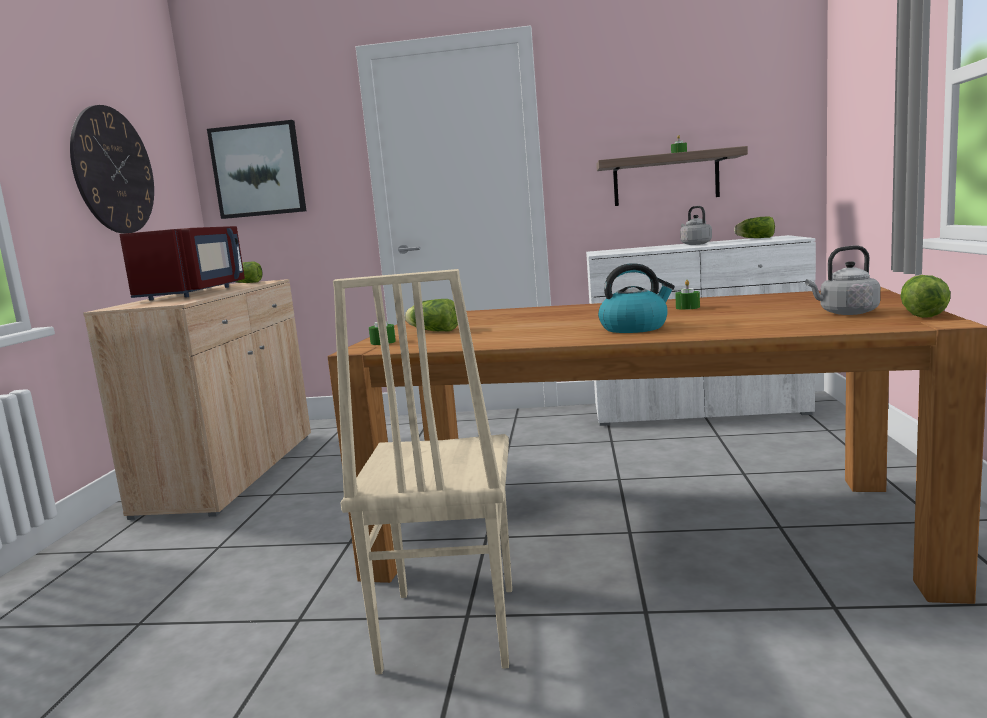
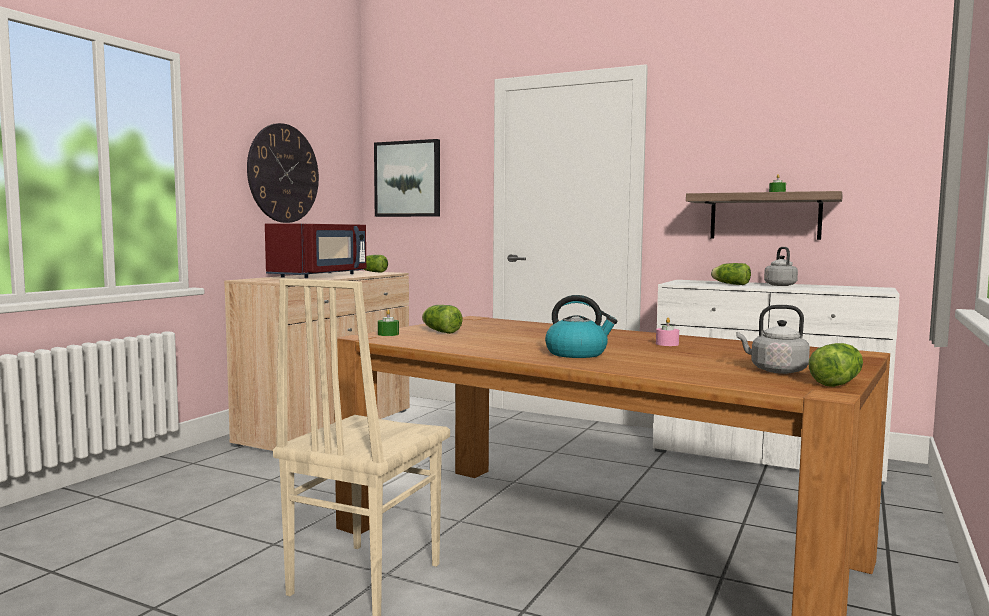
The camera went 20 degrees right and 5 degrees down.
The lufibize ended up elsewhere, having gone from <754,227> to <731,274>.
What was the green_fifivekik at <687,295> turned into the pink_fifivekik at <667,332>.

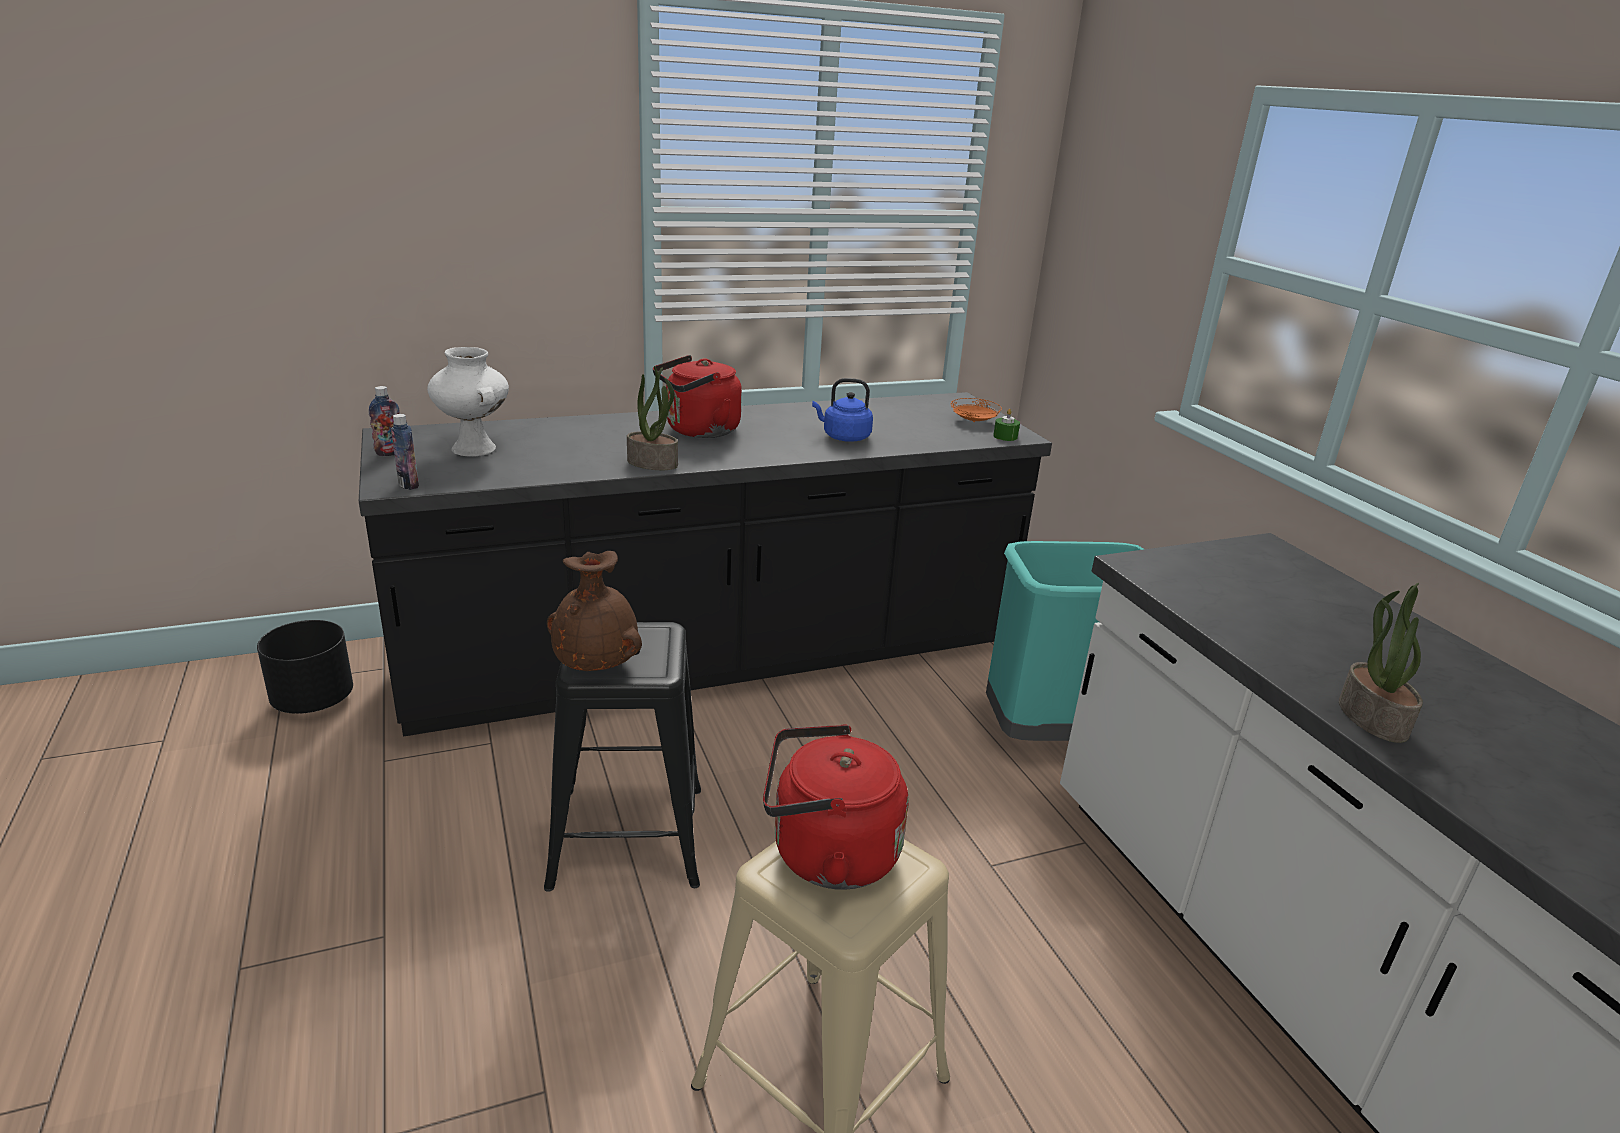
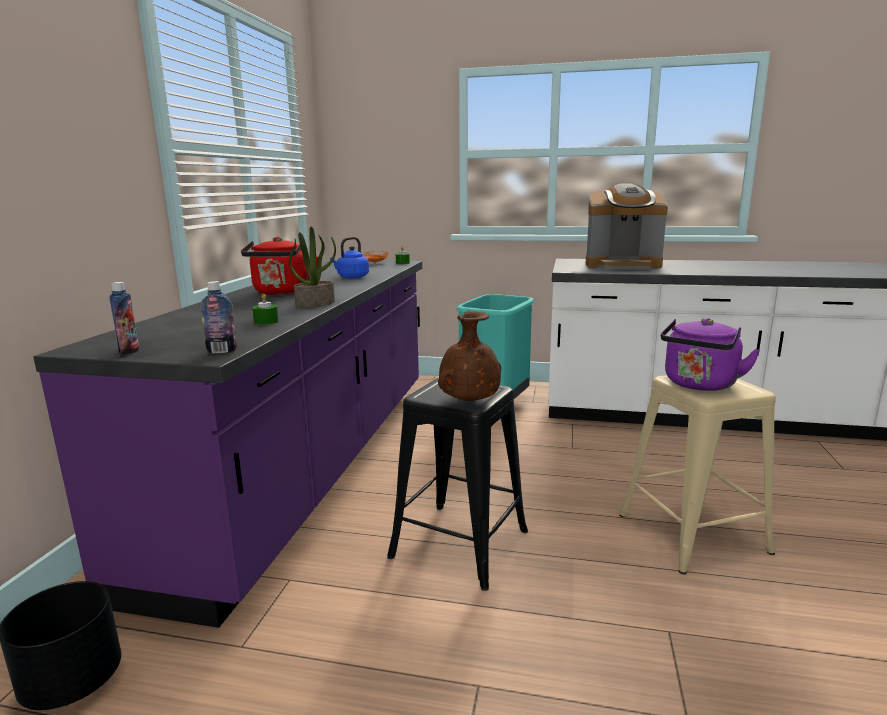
The camera went 55 degrees left and 10 degrees down.
The second view lost the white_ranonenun at <468,402>.
What was the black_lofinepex at <705,564> turned into the purple_lofinepex at <227,444>.
The second view lost the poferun at <1381,663>.
What was the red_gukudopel at <836,807> turned into the purple_gukudopel at <710,354>.
The second view gained the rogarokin at <627,226>.
The second view gained the green_fifivekik at <265,309>.

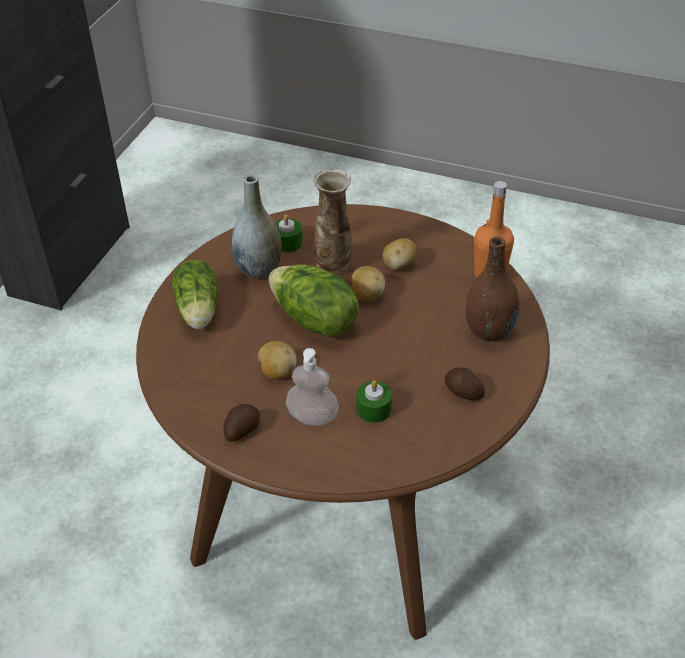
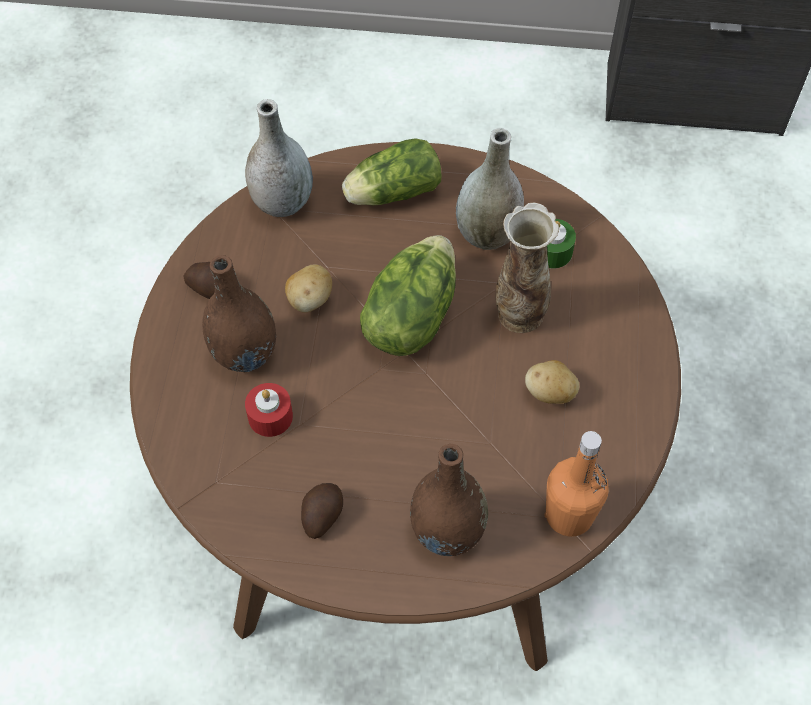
The camera went 75 degrees right and 15 degrees up.
The second view lost the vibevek at <368,283>.
Where the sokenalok stood at <312,387>, the brown_ranonenun came to stand at <239,313>.
What was the green_fifivekik at <374,401> turned into the red_fifivekik at <269,410>.
The second view gained the grey_ranonenun at <279,158>.

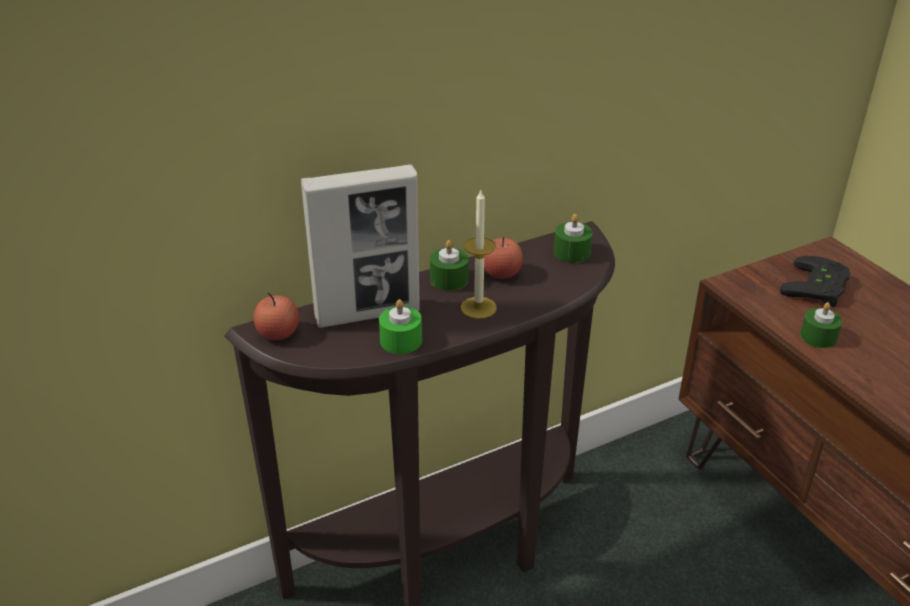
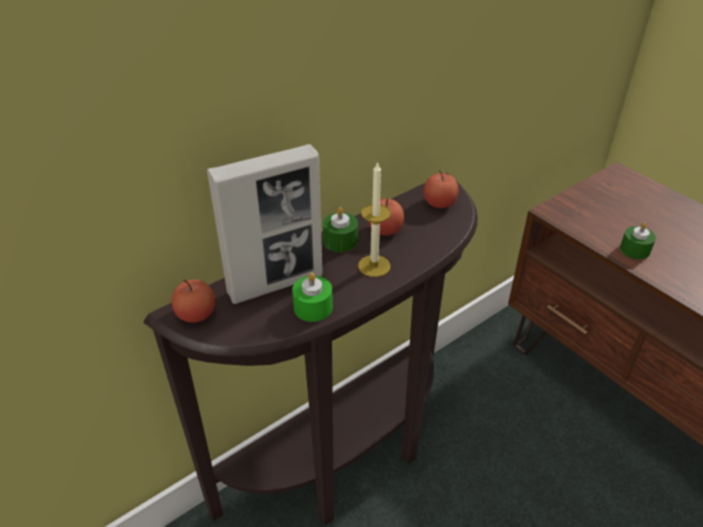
The camera went 10 degrees left and 5 degrees up.
Where the green_fifivekik stood at <573,238>, the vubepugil came to stand at <441,189>.
The second view lost the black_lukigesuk at <815,281>.

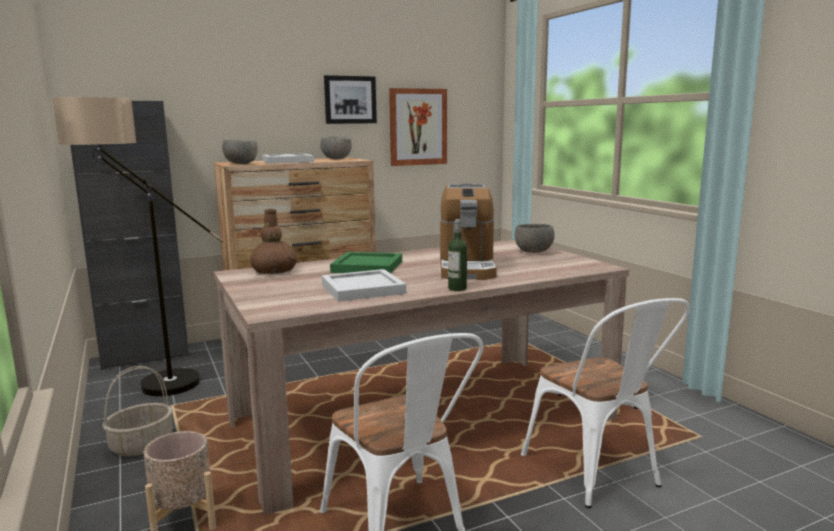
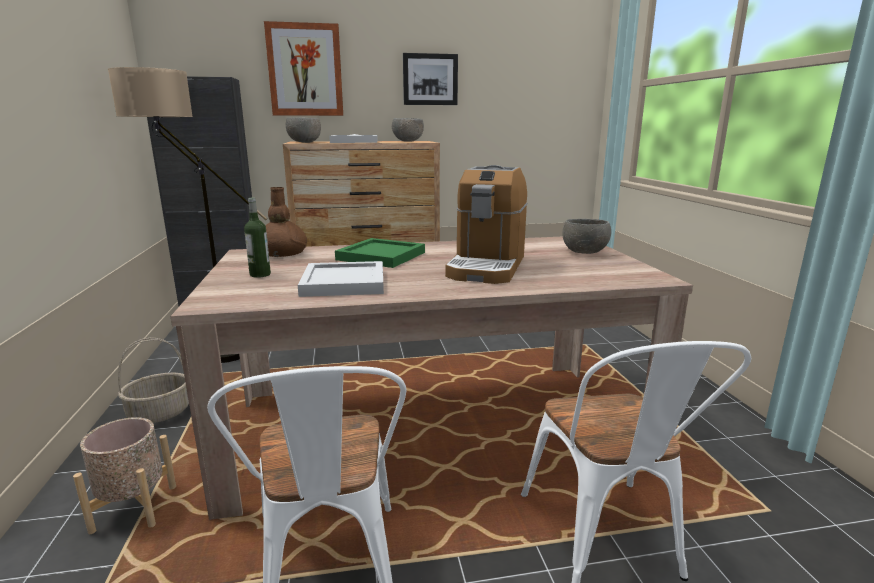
The camera went 15 degrees right and 5 degrees up.
The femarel ended up elsewhere, having gone from <418,127> to <303,68>.
The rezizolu ended up elsewhere, having gone from <457,255> to <257,238>.

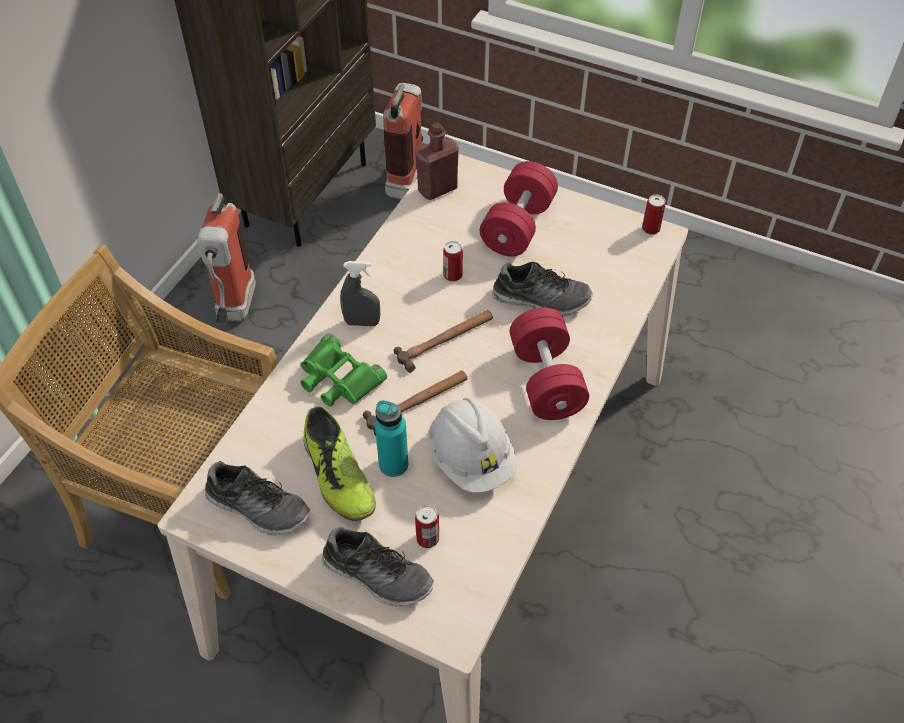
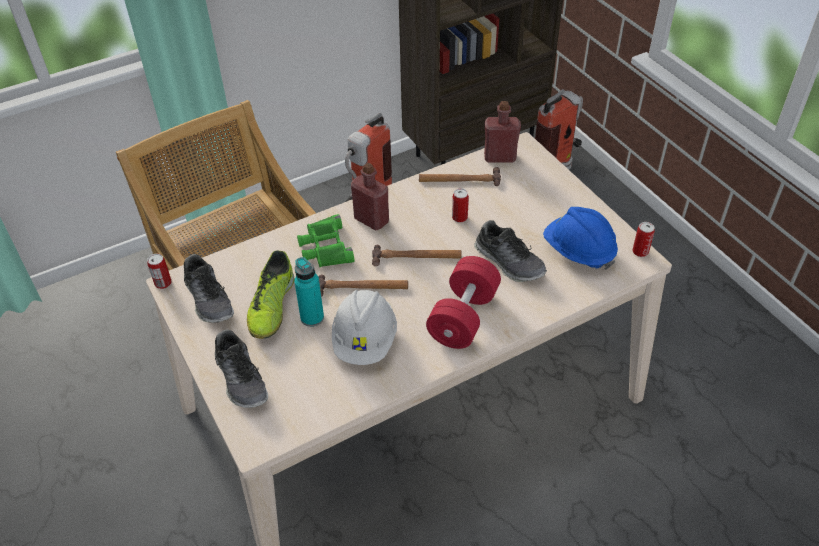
The camera went 35 degrees right and 5 degrees down.
The second view lost the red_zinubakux at <519,209>.
Where the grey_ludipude stood at <360,294>, the red_rezizolu came to stand at <370,196>.
The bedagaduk ended up elsewhere, having gone from <427,526> to <159,271>.
The second view gained the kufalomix at <460,176>.
The second view gained the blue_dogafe at <580,238>.

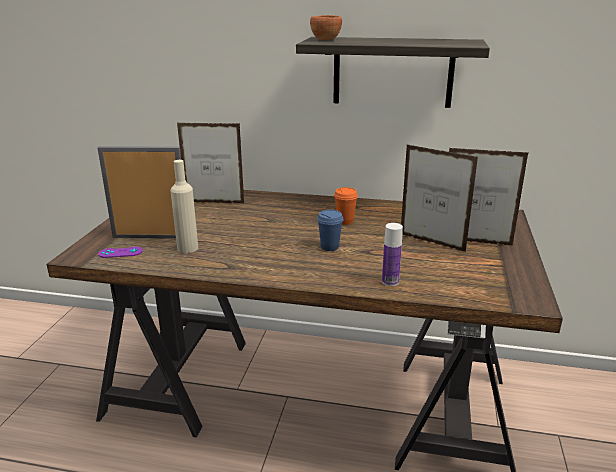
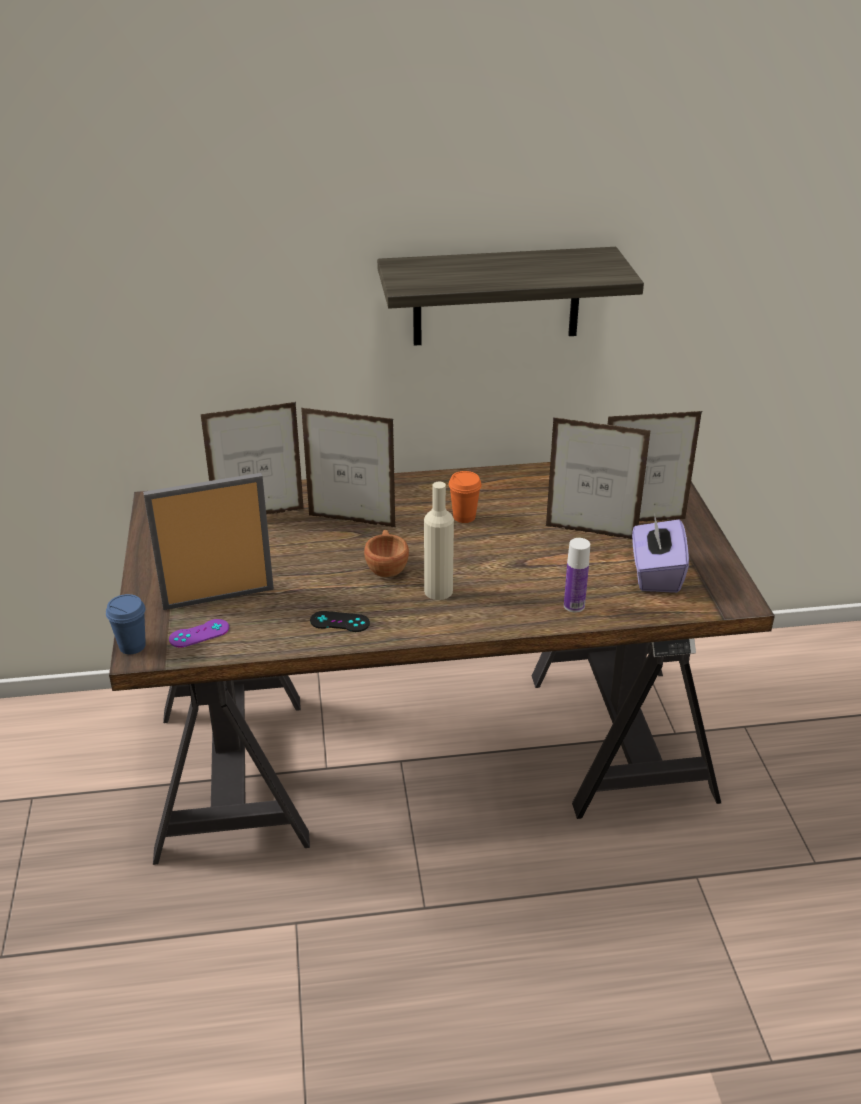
The camera went 20 degrees left and 10 degrees up.
The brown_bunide ended up elsewhere, having gone from <326,27> to <386,553>.
The beige_rezizolu ended up elsewhere, having gone from <184,206> to <439,541>.
The blue_bunide ended up elsewhere, having gone from <330,230> to <126,624>.
The second view gained the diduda at <348,468>.
The second view gained the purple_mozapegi at <660,554>.
The second view gained the black_lukigesuk at <340,621>.

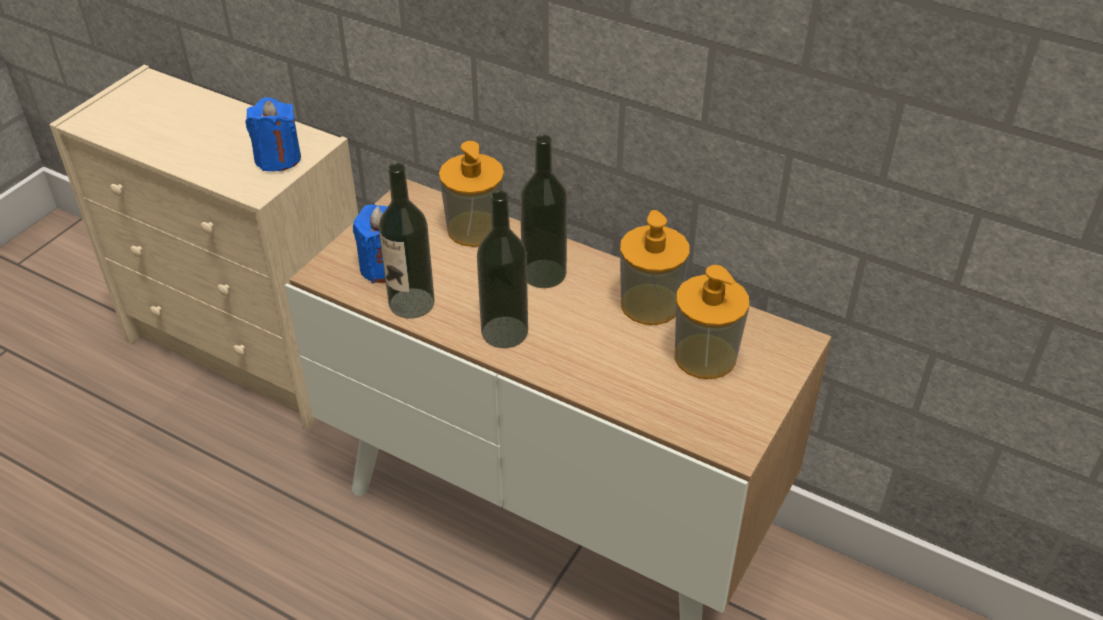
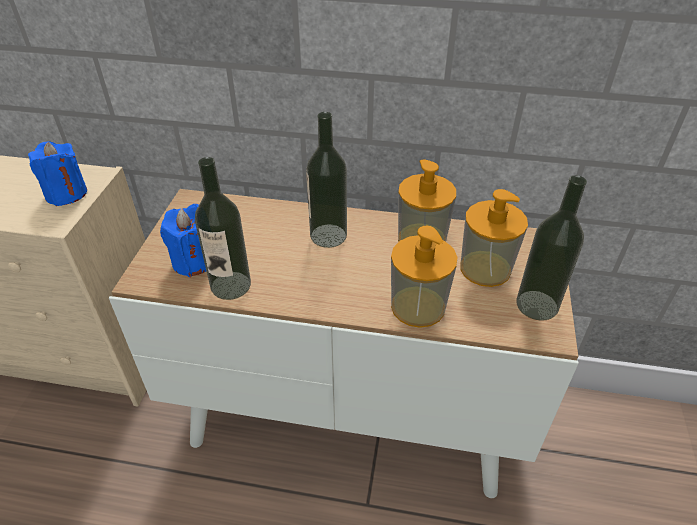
The camera went 20 degrees left and 0 degrees up.
The sokenalok ended up elsewhere, having gone from <471,194> to <424,277>.
The rezizolu ended up elsewhere, having gone from <502,269> to <551,248>.

